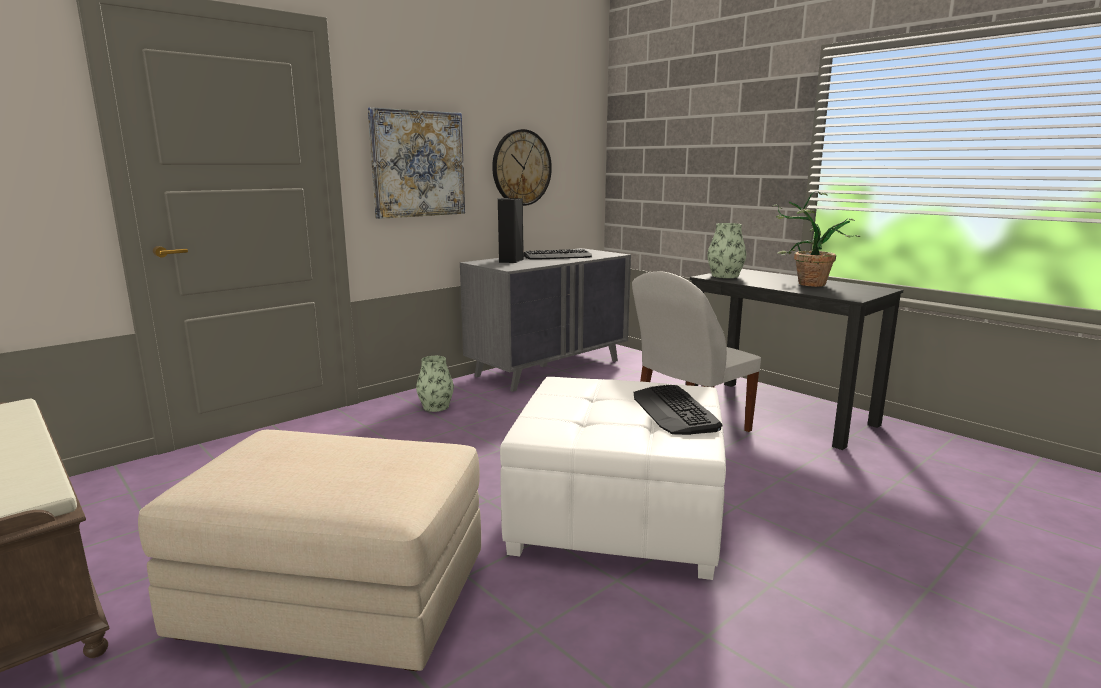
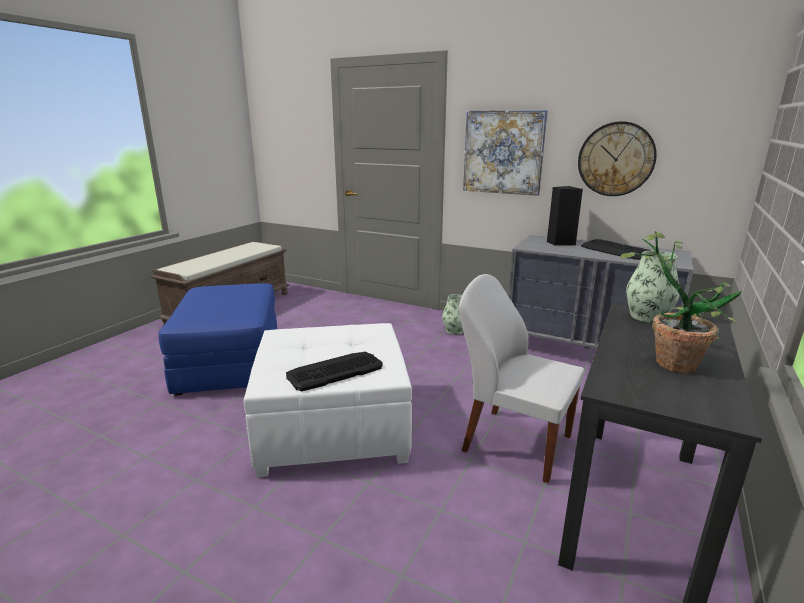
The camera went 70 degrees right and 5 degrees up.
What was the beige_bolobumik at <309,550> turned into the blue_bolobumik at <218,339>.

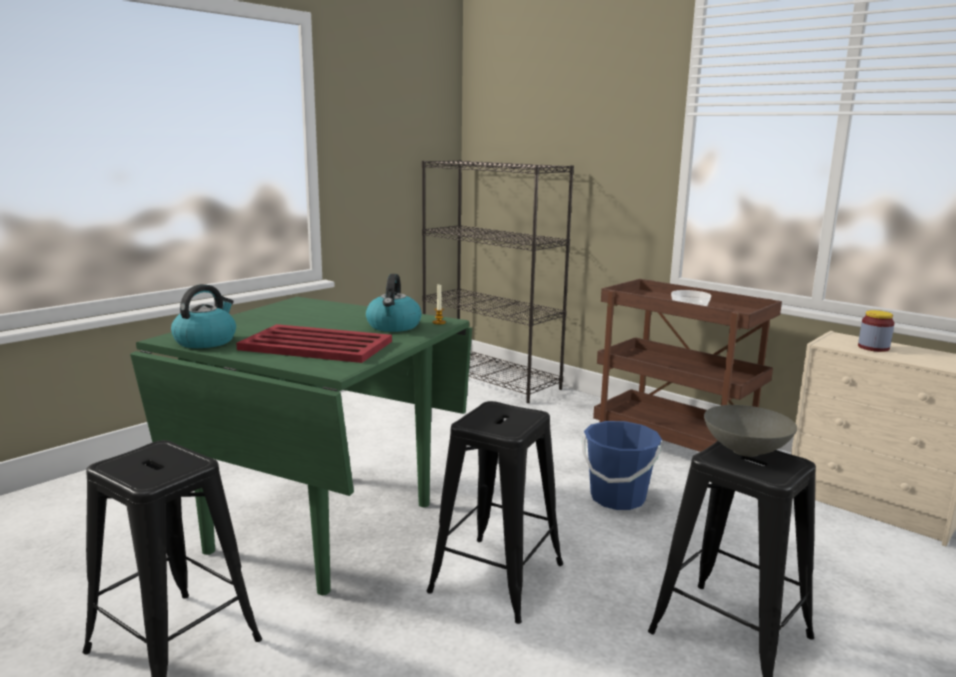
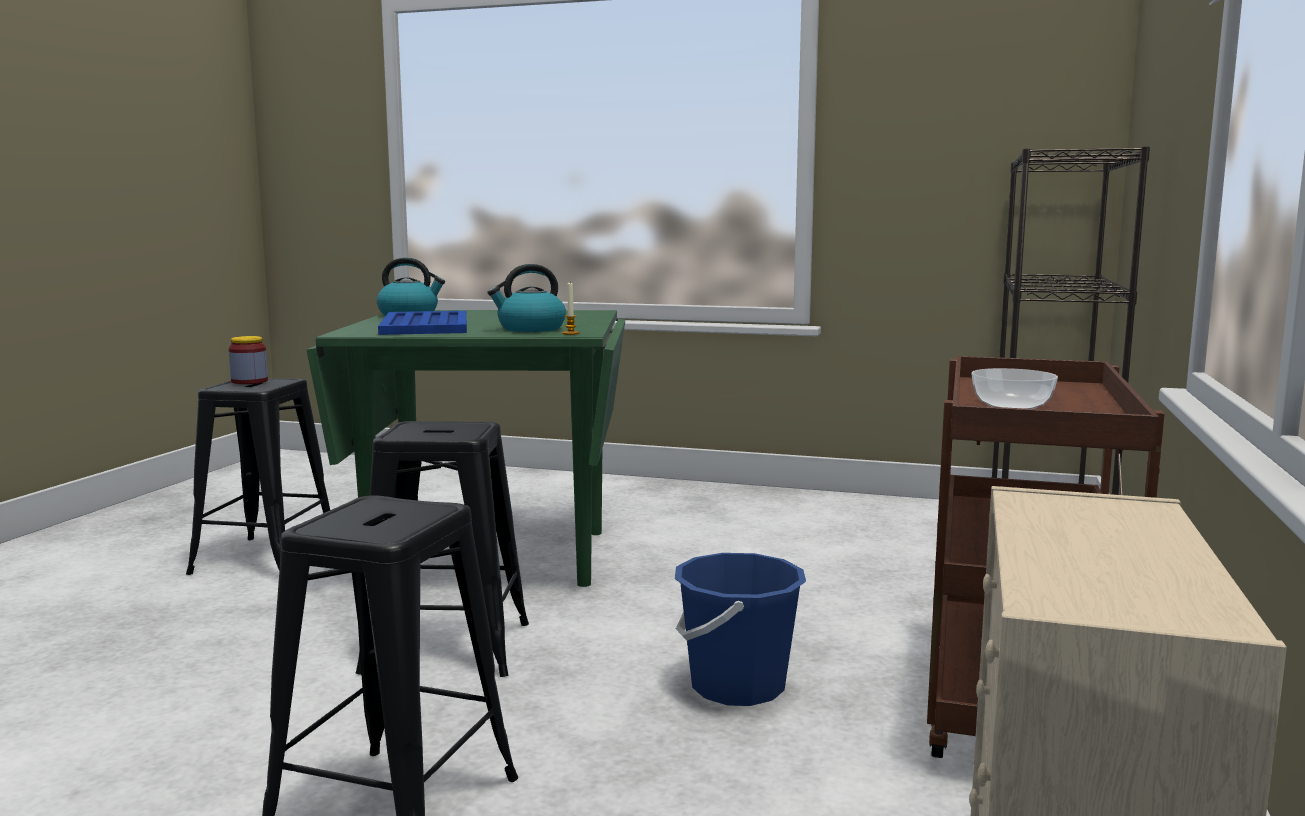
The camera went 65 degrees right and 5 degrees down.
The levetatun ended up elsewhere, having gone from <876,331> to <248,360>.
What was the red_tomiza at <314,343> turned into the blue_tomiza at <422,323>.
The second view lost the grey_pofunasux at <750,431>.

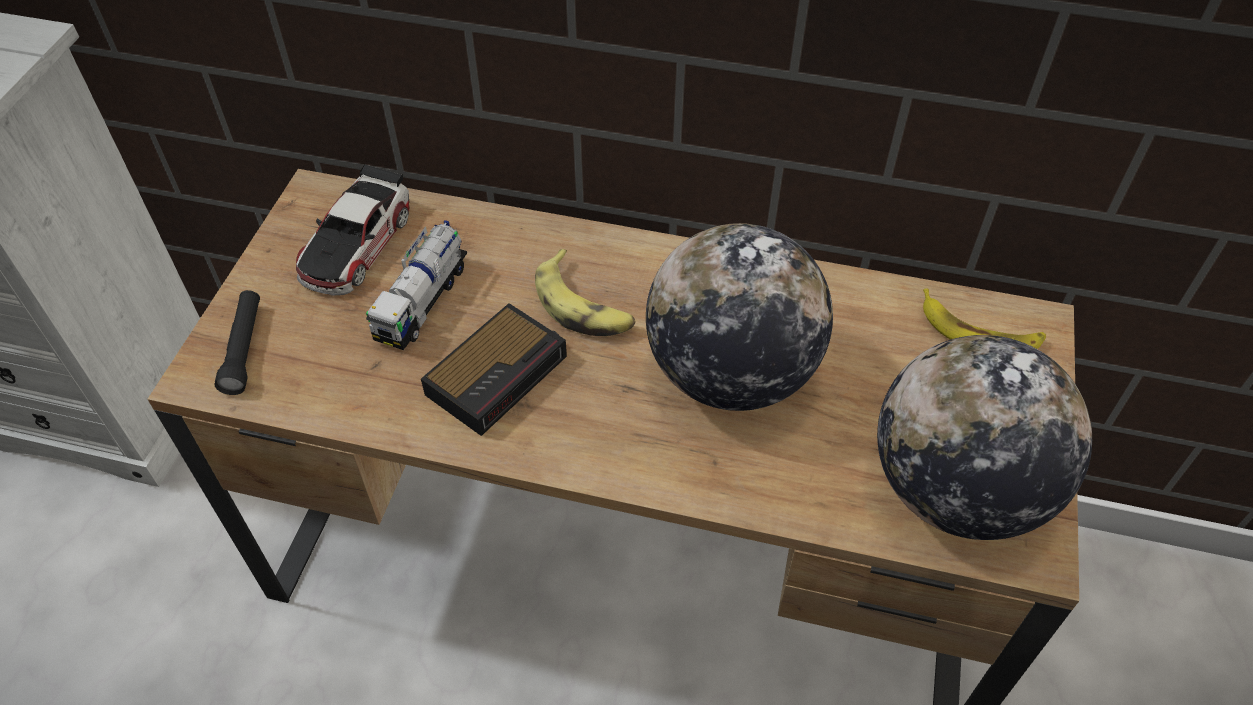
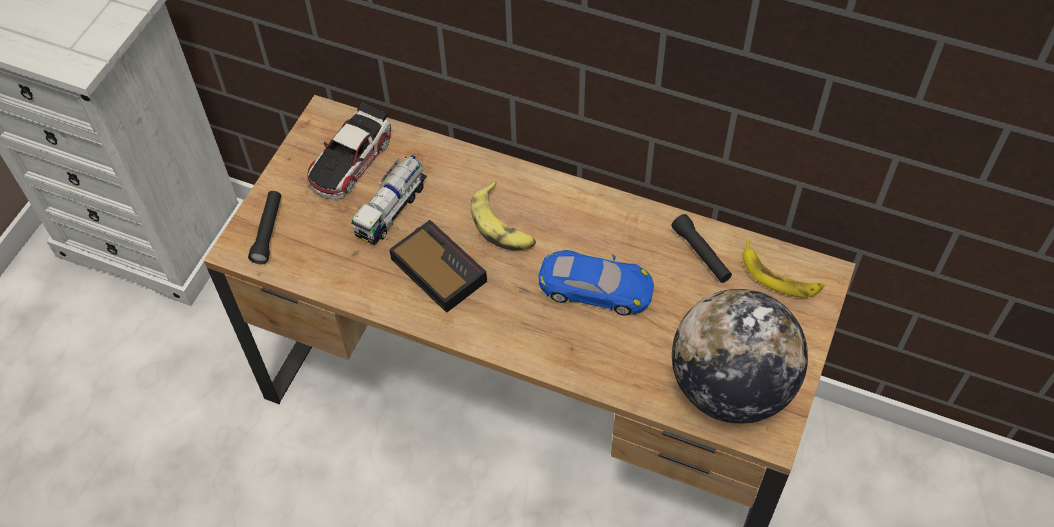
The camera went 10 degrees right and 5 degrees up.
Where the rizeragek stood at <739,317>, the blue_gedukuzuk came to stand at <596,283>.
The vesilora at <494,369> ended up facing another way, 90 degrees counterclockwise from before.
The second view gained the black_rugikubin at <701,248>.

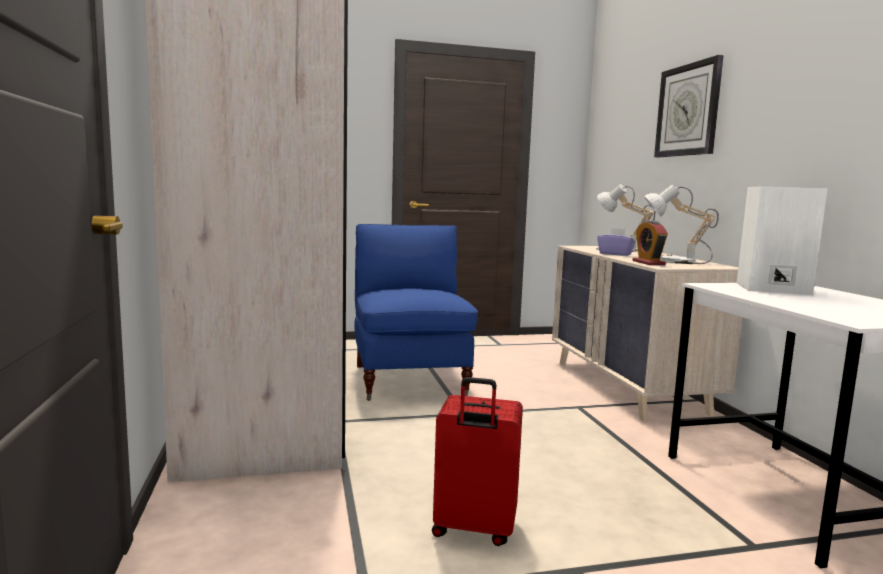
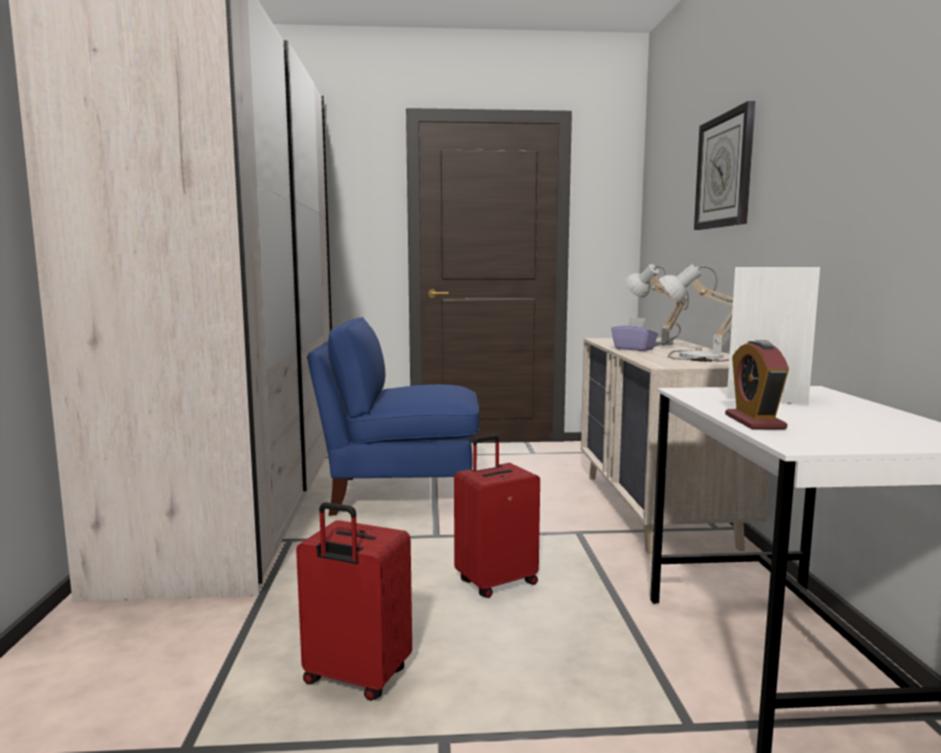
The camera went 10 degrees right and 0 degrees up.
The vesilora ended up elsewhere, having gone from <650,242> to <757,384>.
The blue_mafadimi at <416,312> ended up facing another way, 90 degrees counterclockwise from before.
The second view gained the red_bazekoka at <497,516>.

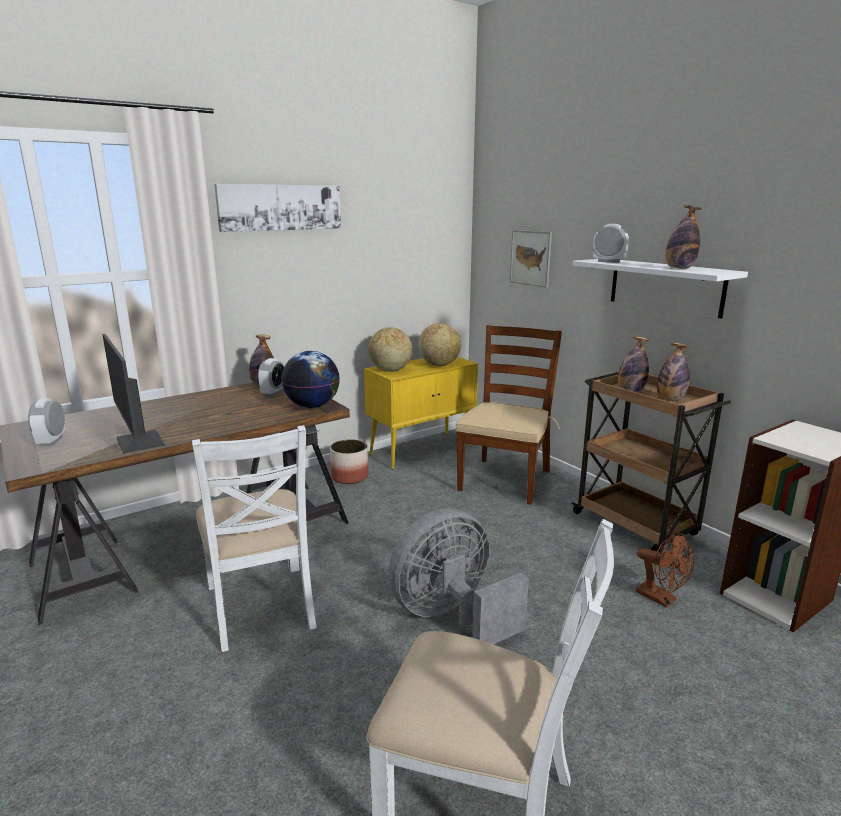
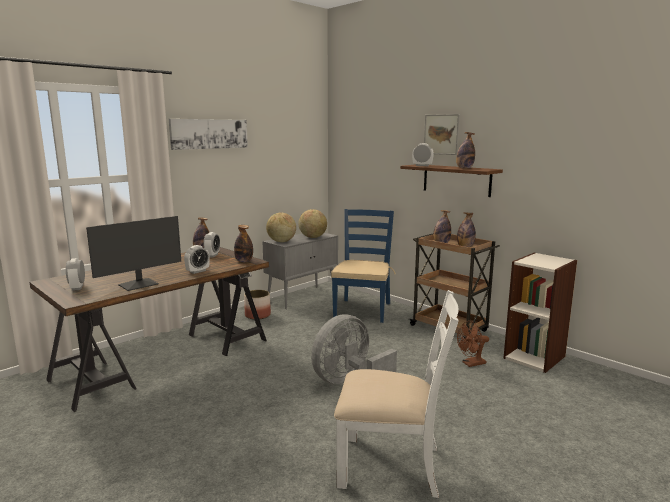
The camera went 10 degrees left and 5 degrees down.
The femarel ended up elsewhere, having gone from <531,259> to <442,134>.
What was the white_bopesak at <660,289> turned into the brown_bopesak at <451,180>.
What was the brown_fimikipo at <508,415> turned into the blue_fimikipo at <363,266>.
The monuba at <133,393> ended up facing another way, 90 degrees counterclockwise from before.
Where the rizeragek stood at <310,379>, the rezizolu came to stand at <243,243>.
What was the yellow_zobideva at <421,413> turned into the grey_zobideva at <300,271>.
The second view lost the white_fimikipo at <254,538>.
The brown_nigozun at <665,570> ended up facing another way, 120 degrees clockwise from before.
The second view gained the vesilora at <197,259>.

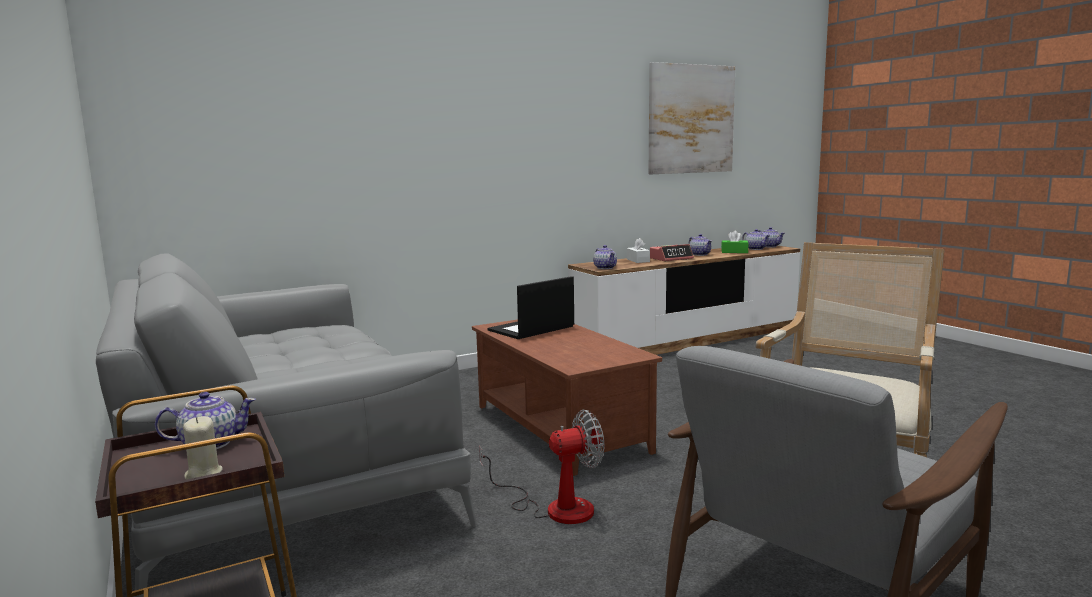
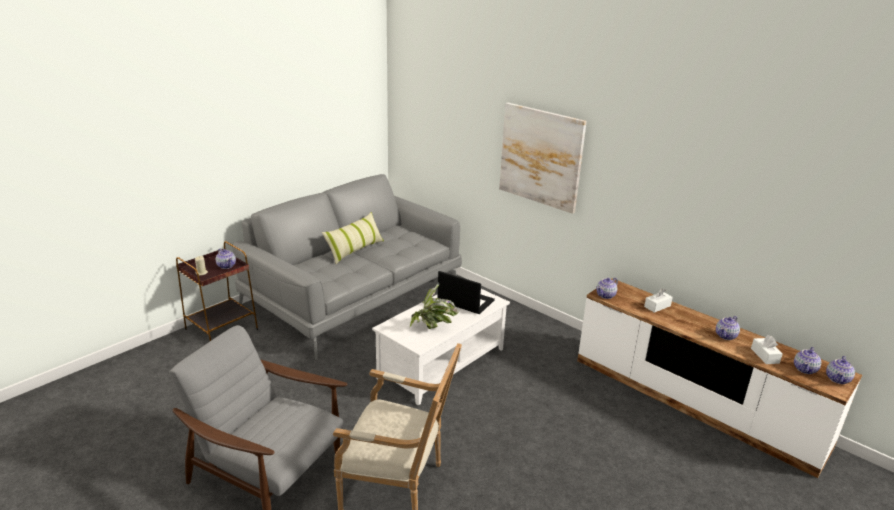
The camera went 70 degrees right and 15 degrees up.
The femarel ended up elsewhere, having gone from <692,118> to <543,158>.
What was the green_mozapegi at <735,242> turned into the white_mozapegi at <767,349>.
The second view lost the vesilora at <672,252>.
What was the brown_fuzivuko at <567,398> turned into the white_fuzivuko at <441,347>.
The second view lost the nigozun at <541,467>.
The second view gained the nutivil at <353,238>.
The second view gained the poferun at <433,305>.

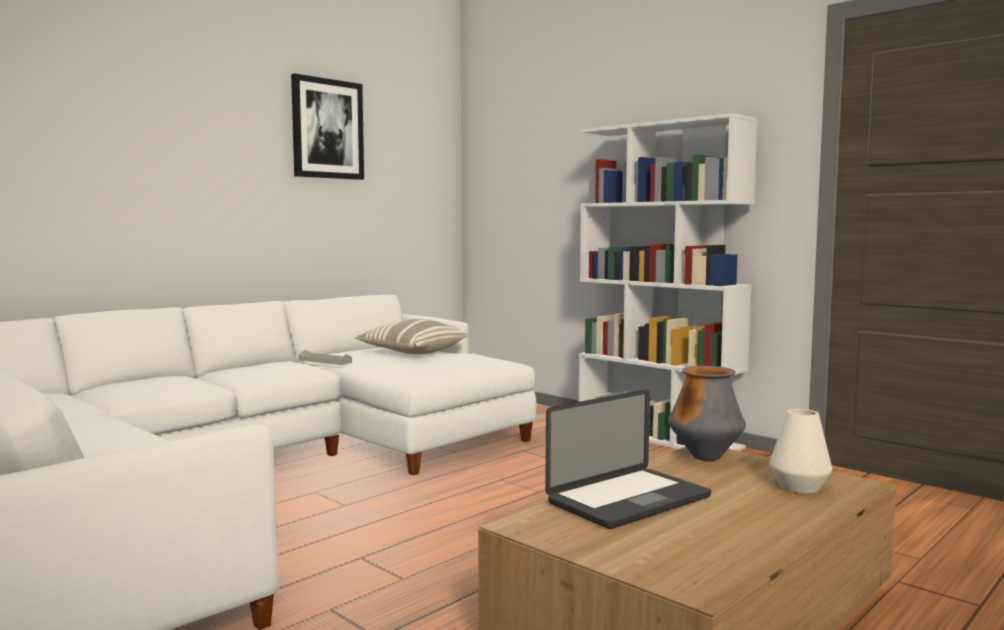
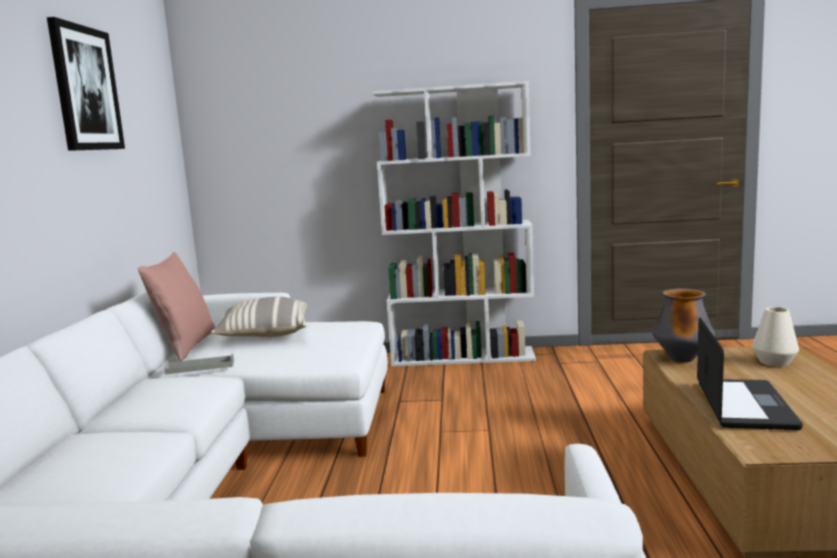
The camera went 40 degrees left and 5 degrees up.
The second view gained the pink_nutivil at <177,306>.

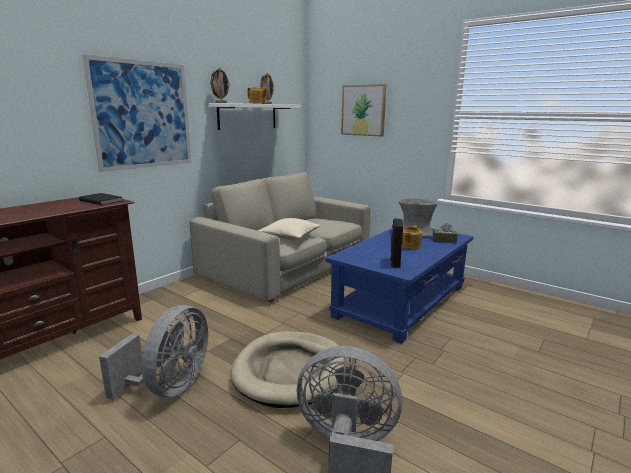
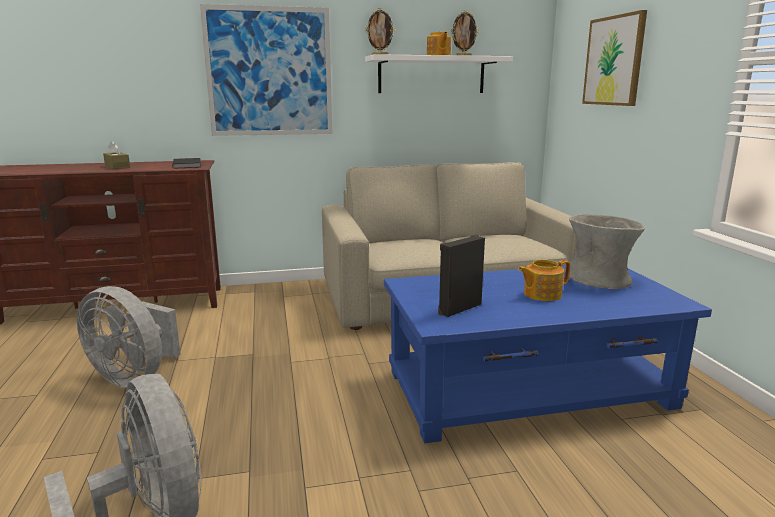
The camera went 40 degrees right and 0 degrees up.
The second view lost the beige_nutivil at <289,229>.
The brown_mozapegi ended up elsewhere, having gone from <445,233> to <116,155>.
The grey_nigozun at <153,352> ended up facing another way, 60 degrees clockwise from before.
The second view lost the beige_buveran at <287,369>.

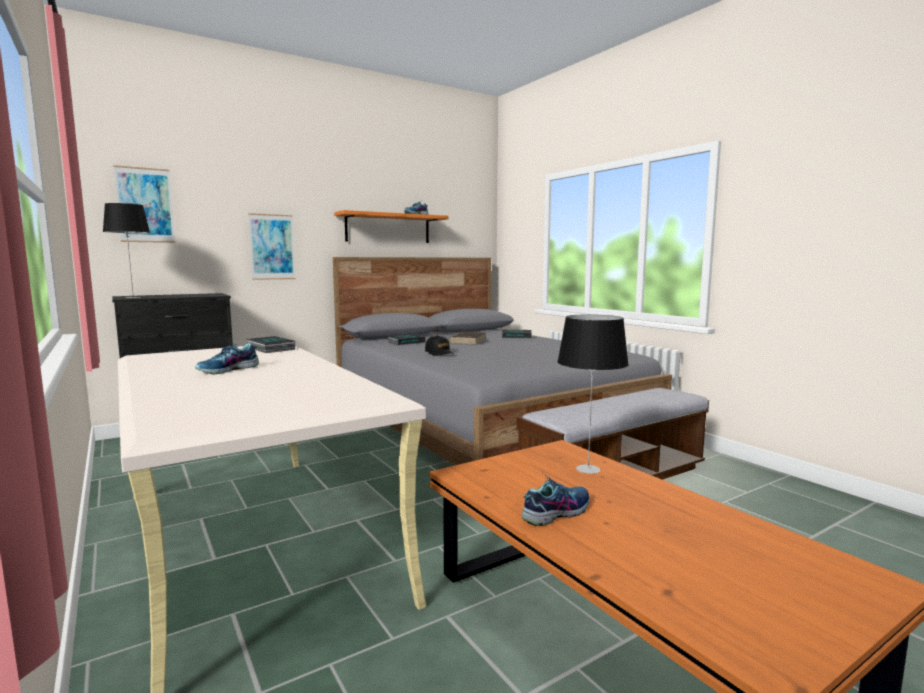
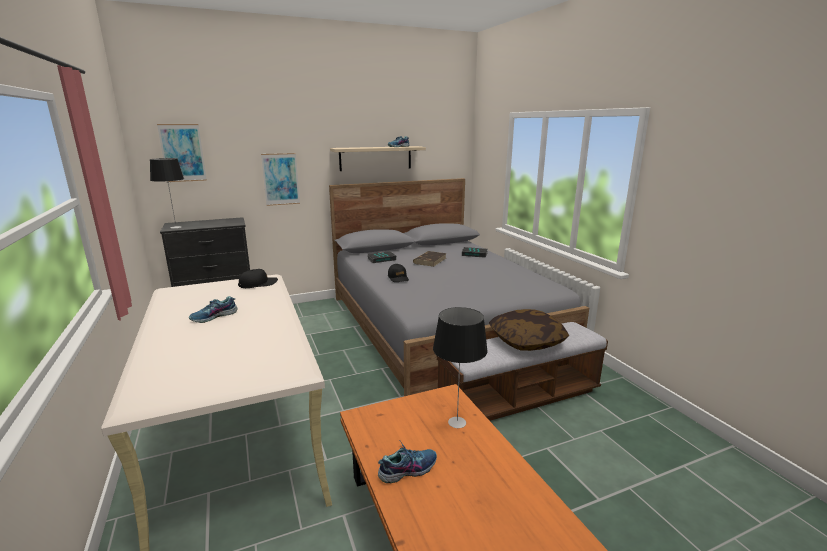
The camera went 10 degrees right and 10 degrees up.
What was the orange_bopesak at <391,226> turned into the beige_bopesak at <378,158>.
Where the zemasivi stood at <271,344>, the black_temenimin came to stand at <258,278>.
The second view gained the nutivil at <529,330>.

